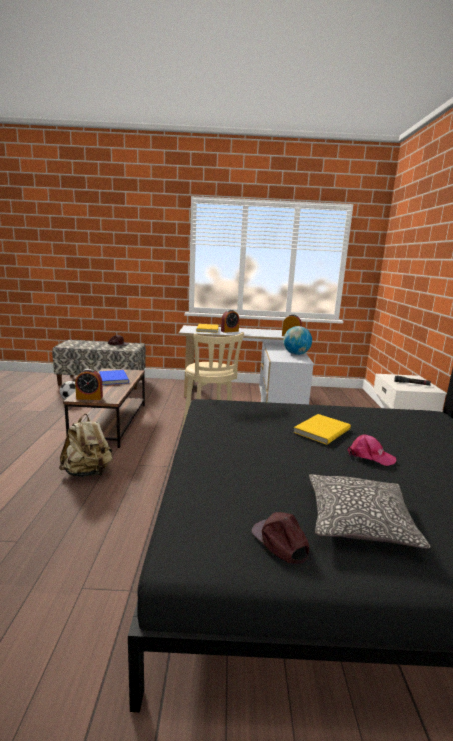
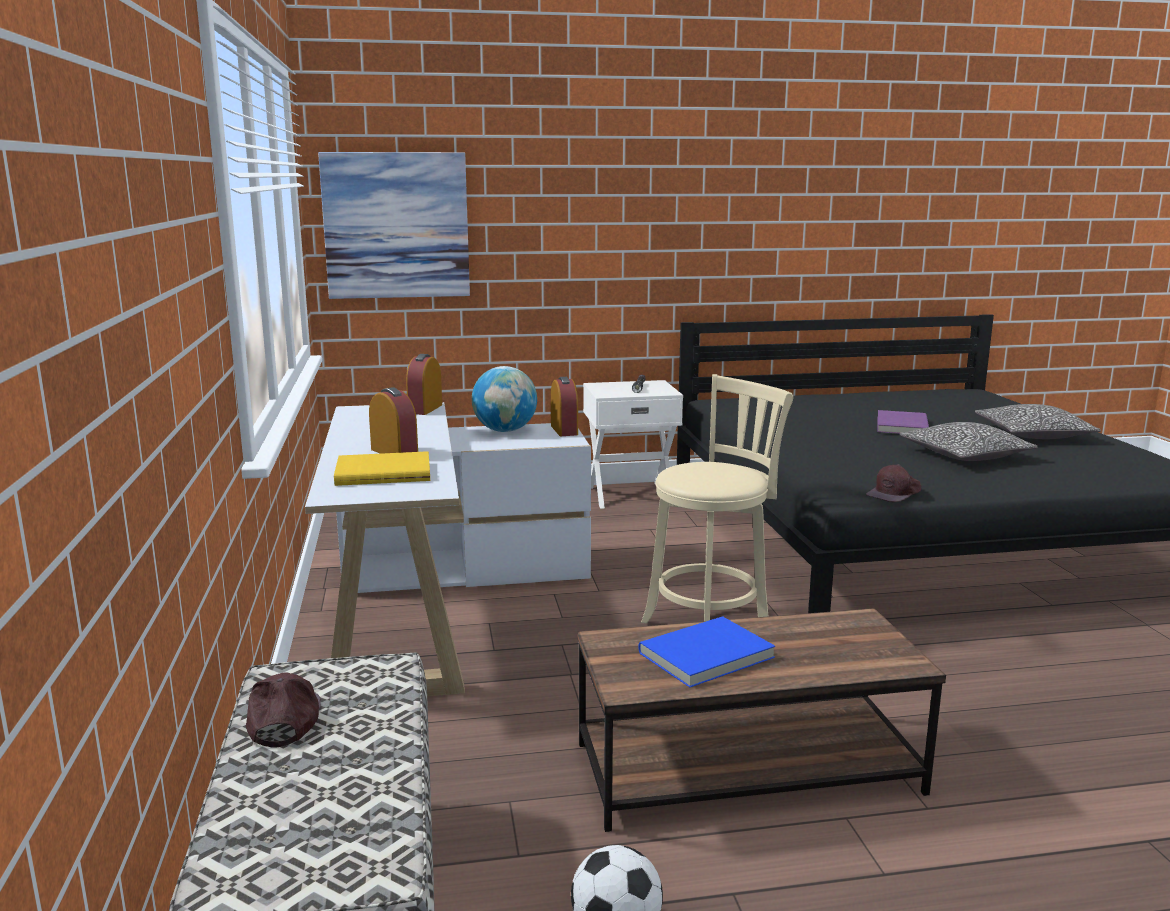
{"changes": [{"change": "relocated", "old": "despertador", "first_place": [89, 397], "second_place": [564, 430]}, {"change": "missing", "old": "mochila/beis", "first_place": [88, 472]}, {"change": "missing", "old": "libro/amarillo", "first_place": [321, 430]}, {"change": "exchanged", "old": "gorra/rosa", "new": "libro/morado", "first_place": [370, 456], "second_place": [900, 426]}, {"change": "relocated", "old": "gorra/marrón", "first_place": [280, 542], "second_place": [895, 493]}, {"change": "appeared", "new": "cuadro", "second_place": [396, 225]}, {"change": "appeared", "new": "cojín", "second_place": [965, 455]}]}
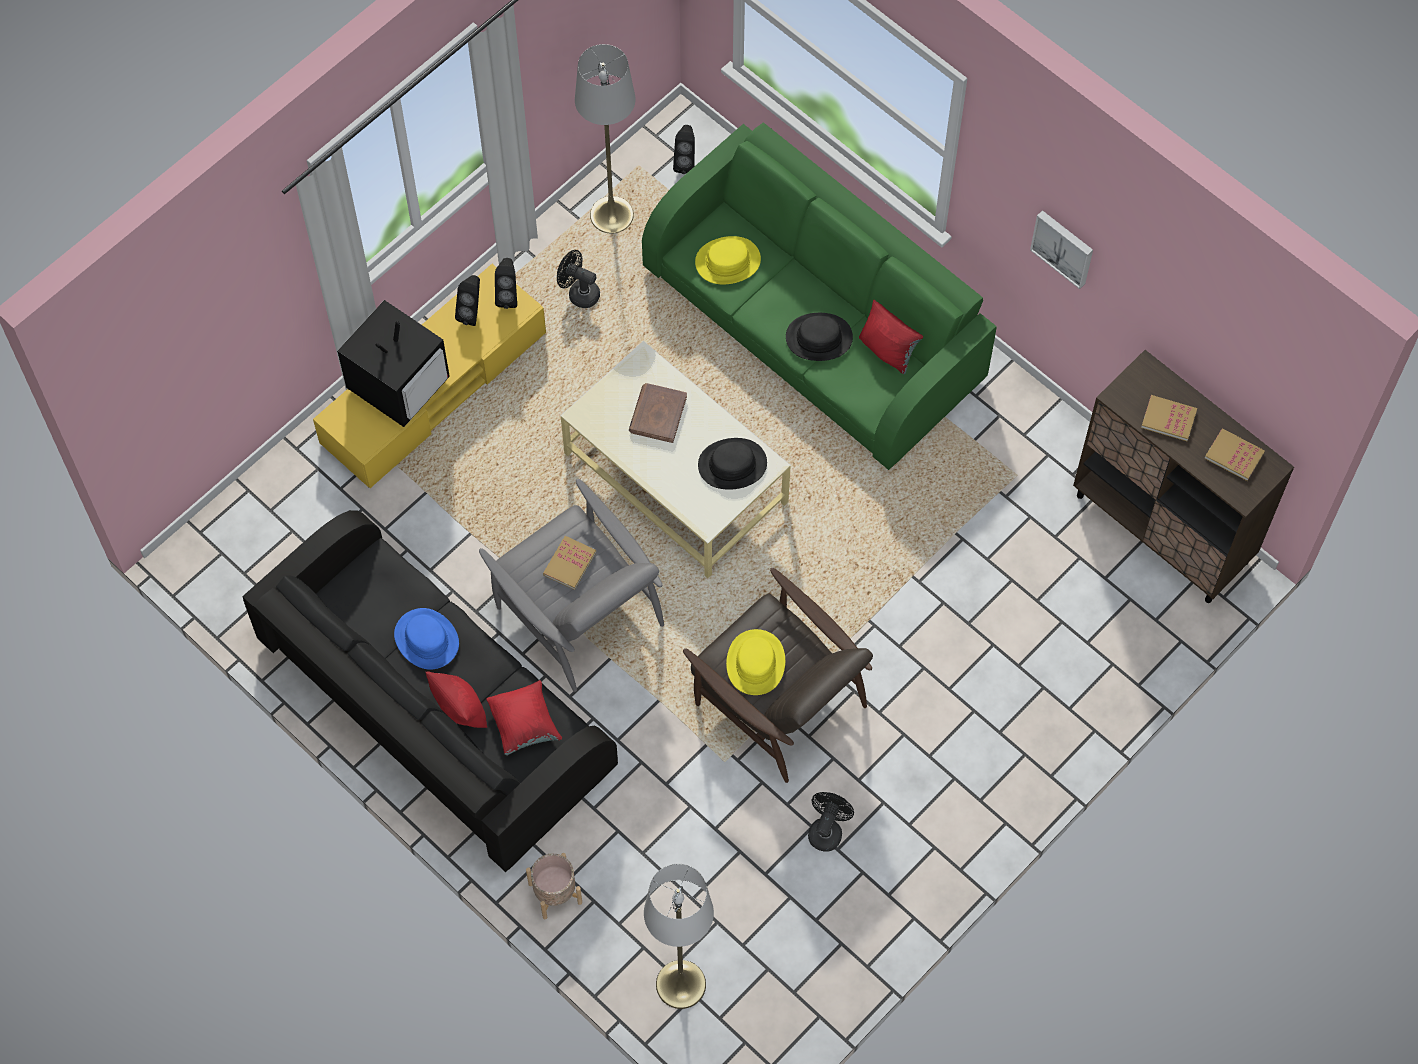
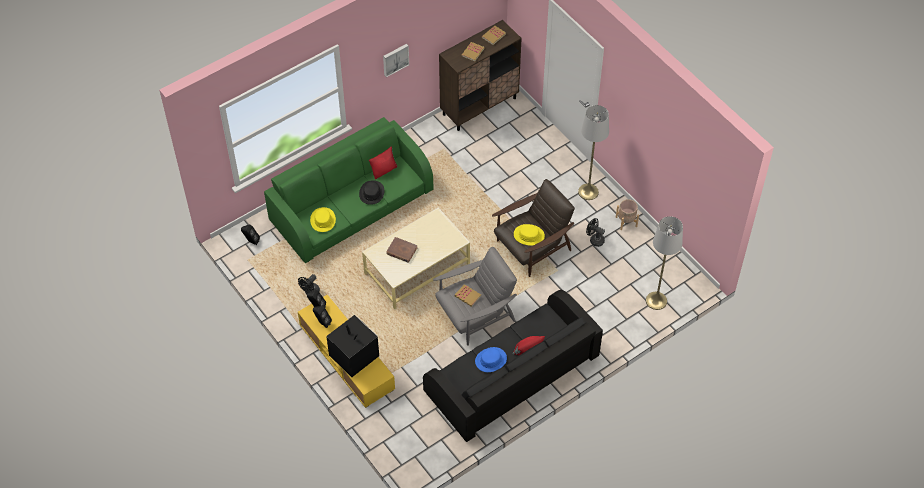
{"changes": [{"change": "relocated", "old": "lámpara de pie/gris", "first_place": [611, 215], "second_place": [588, 192]}, {"change": "missing", "old": "sombrero/negro", "first_place": [732, 465]}, {"change": "missing", "old": "cojín/rojo", "first_place": [524, 725]}, {"change": "relocated", "old": "maceta/beis", "first_place": [555, 893], "second_place": [626, 221]}]}
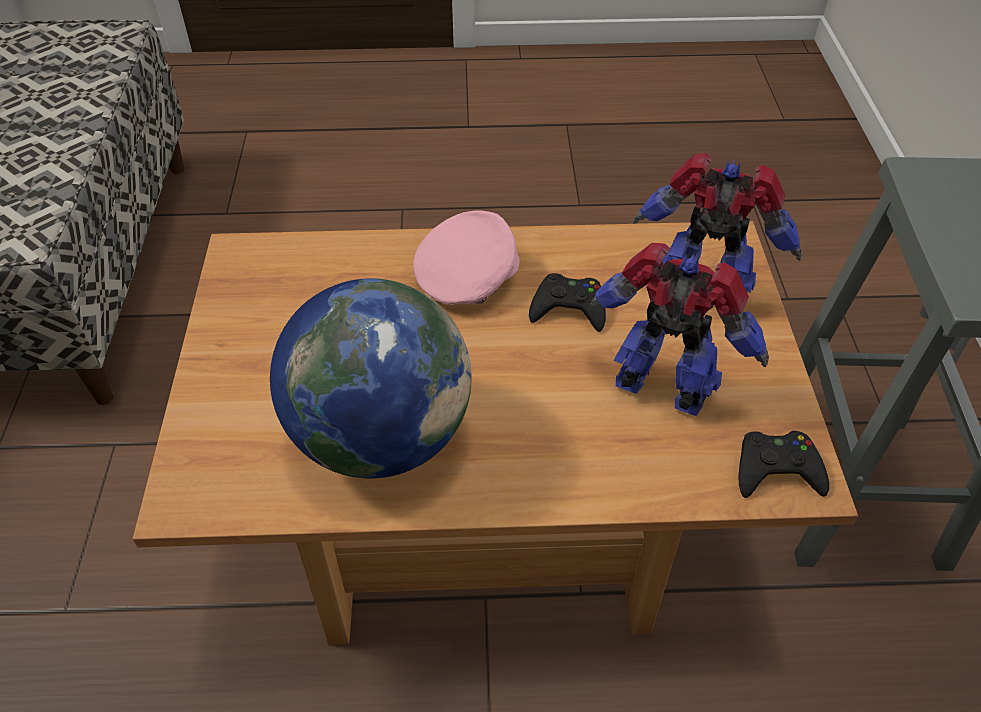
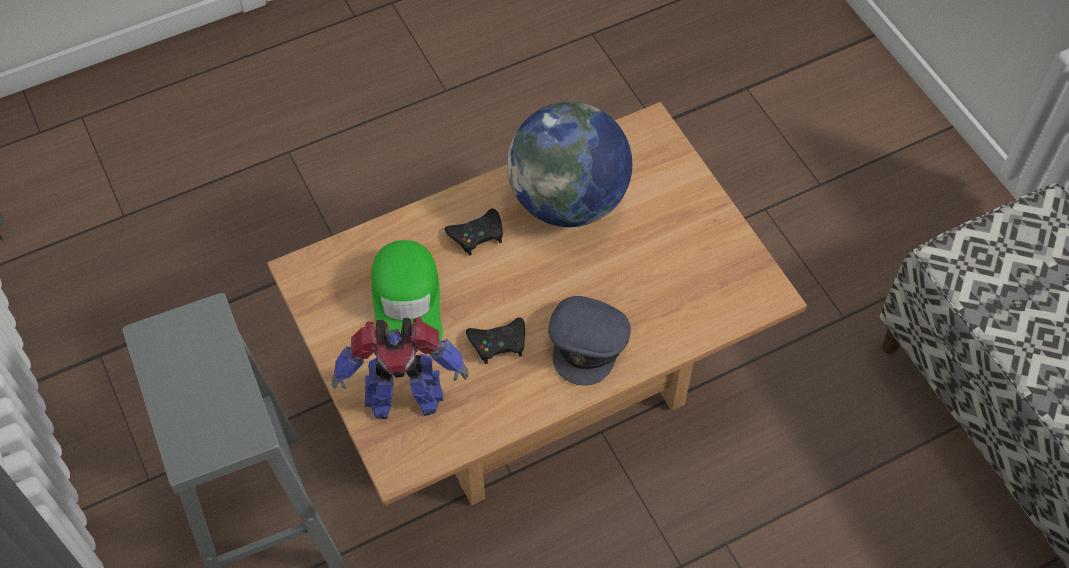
{"changes": [{"change": "colour", "old": "gorra/rosa", "new": "gorra/gris", "first_place": [467, 275], "second_place": [588, 343]}, {"change": "exchanged", "old": "robot de juguete", "new": "gorra/verde", "first_place": [663, 389], "second_place": [407, 301]}, {"change": "relocated", "old": "mando de consola/negro", "first_place": [776, 470], "second_place": [477, 234]}]}
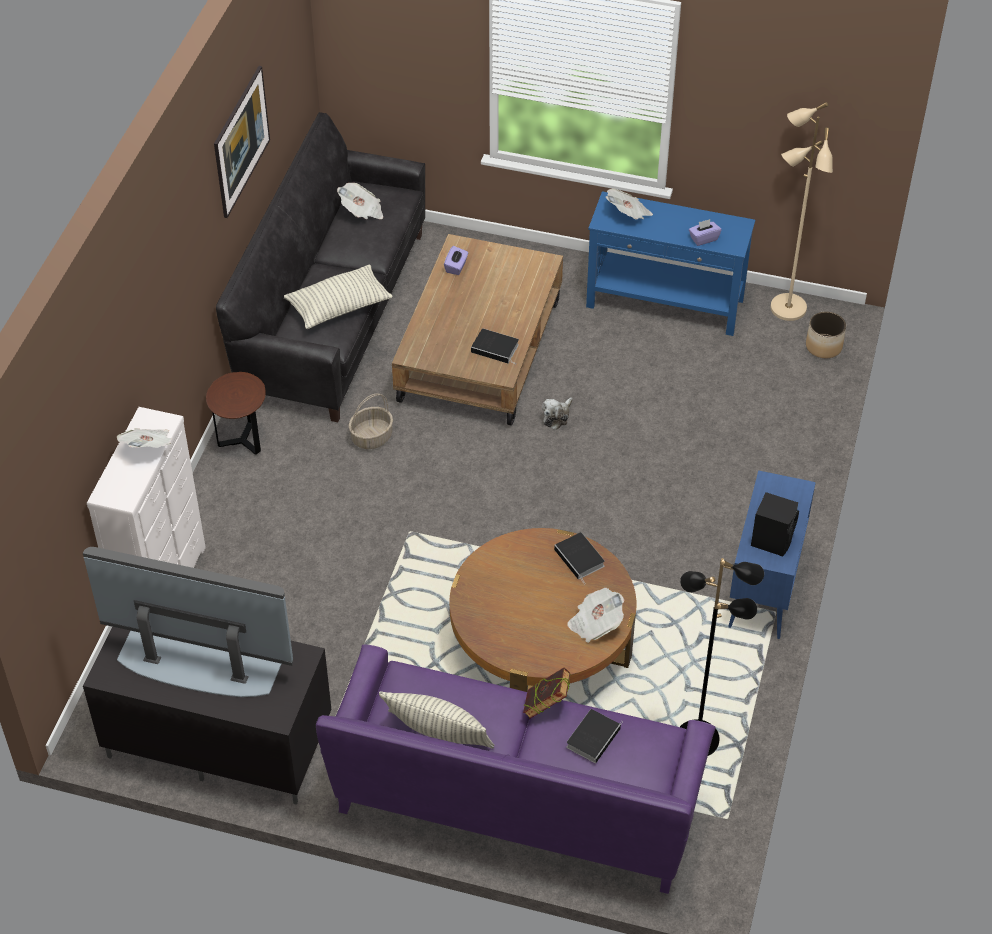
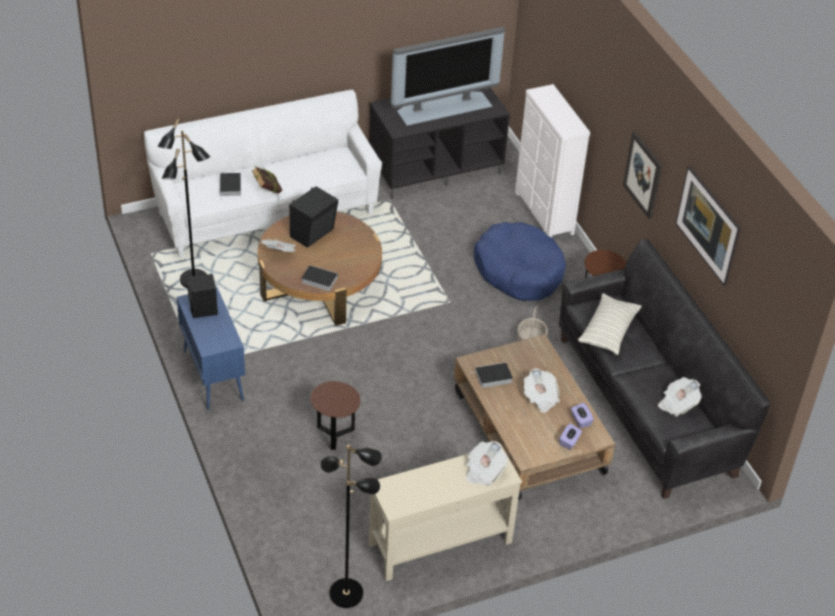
{"changes": [{"change": "colour", "old": "lámpara de pie/beis", "new": "lámpara de pie/negro", "first_place": [787, 308], "second_place": [347, 593]}, {"change": "colour", "old": "mesa consola/azul", "new": "mesa consola/beis", "first_place": [665, 304], "second_place": [439, 543]}, {"change": "relocated", "old": "caja de pañuelos/morado", "first_place": [703, 239], "second_place": [569, 442]}, {"change": "missing", "old": "maceta", "first_place": [824, 346]}, {"change": "missing", "old": "peluche", "first_place": [557, 417]}, {"change": "relocated", "old": "periódico", "first_place": [148, 447], "second_place": [540, 398]}, {"change": "colour", "old": "sofá/morado", "new": "sofá/blanco", "first_place": [517, 800], "second_place": [266, 212]}, {"change": "missing", "old": "cojín", "first_place": [437, 735]}, {"change": "appeared", "new": "cuadro", "second_place": [643, 175]}, {"change": "appeared", "new": "altavoz/negro", "second_place": [314, 233]}, {"change": "appeared", "new": "cama para perro/azul", "second_place": [518, 271]}, {"change": "appeared", "new": "mesa auxiliar/marrón", "second_place": [334, 435]}]}
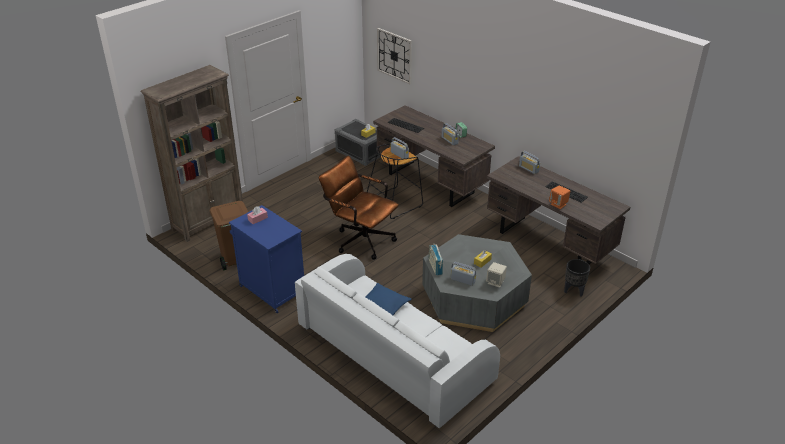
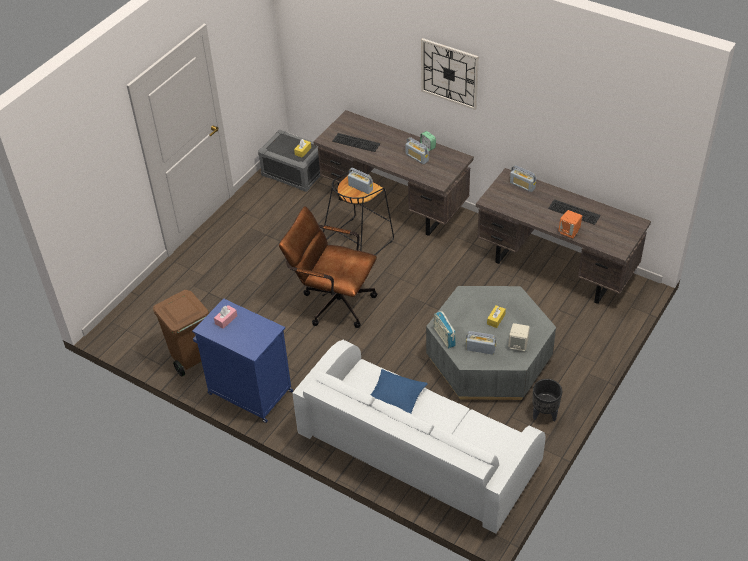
{"changes": [{"change": "relocated", "old": "reloj de pared", "first_place": [394, 55], "second_place": [449, 73]}, {"change": "missing", "old": "estantería/marrón", "first_place": [209, 220]}, {"change": "relocated", "old": "maceta/negro", "first_place": [574, 291], "second_place": [544, 415]}]}
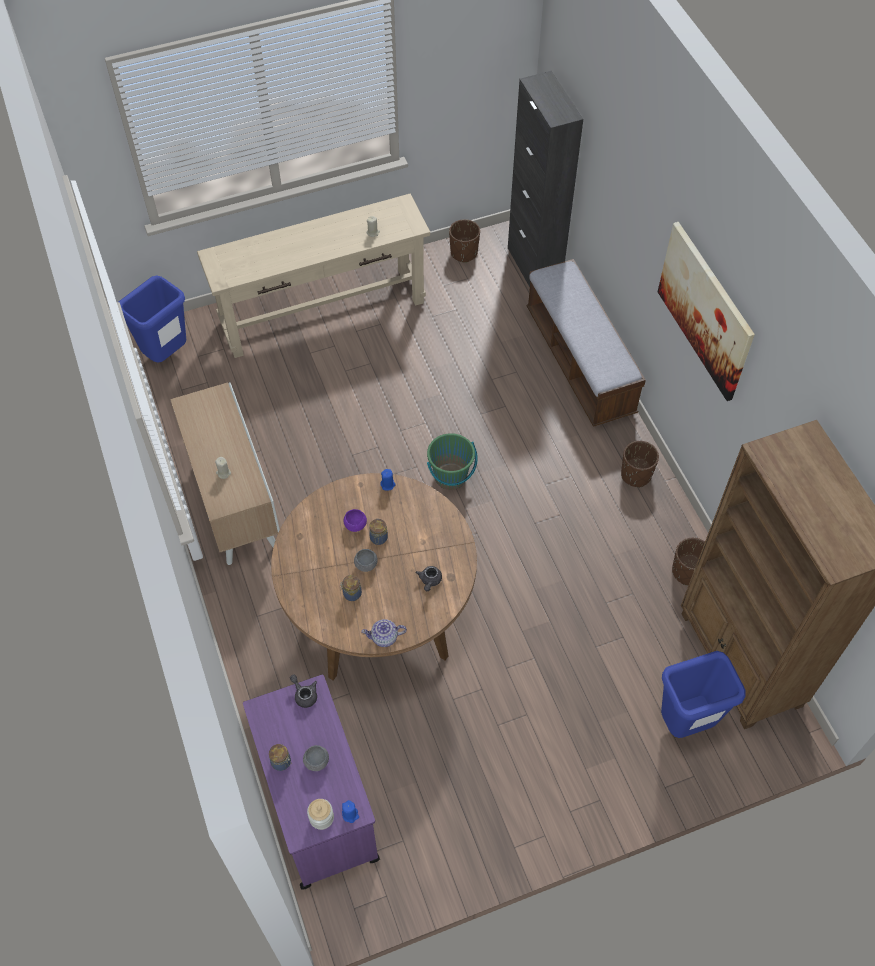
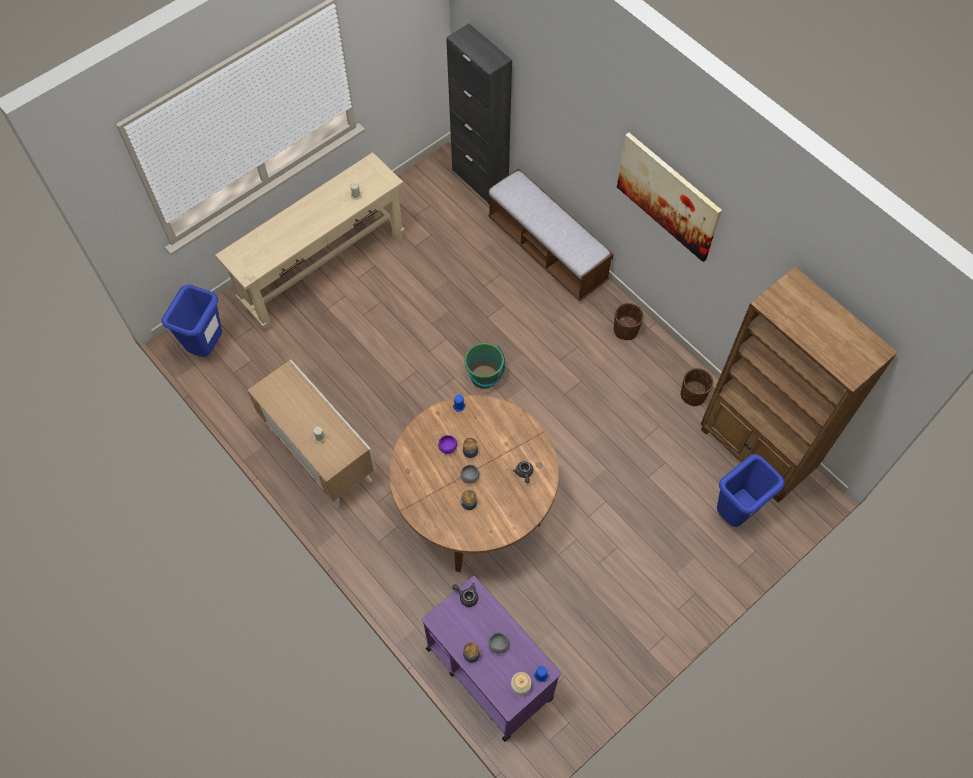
{"changes": [{"change": "missing", "old": "maceta/marrón", "first_place": [464, 253]}, {"change": "missing", "old": "tetera", "first_place": [385, 637]}]}
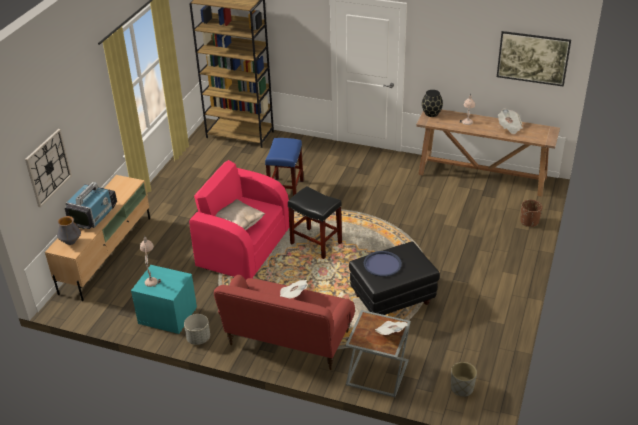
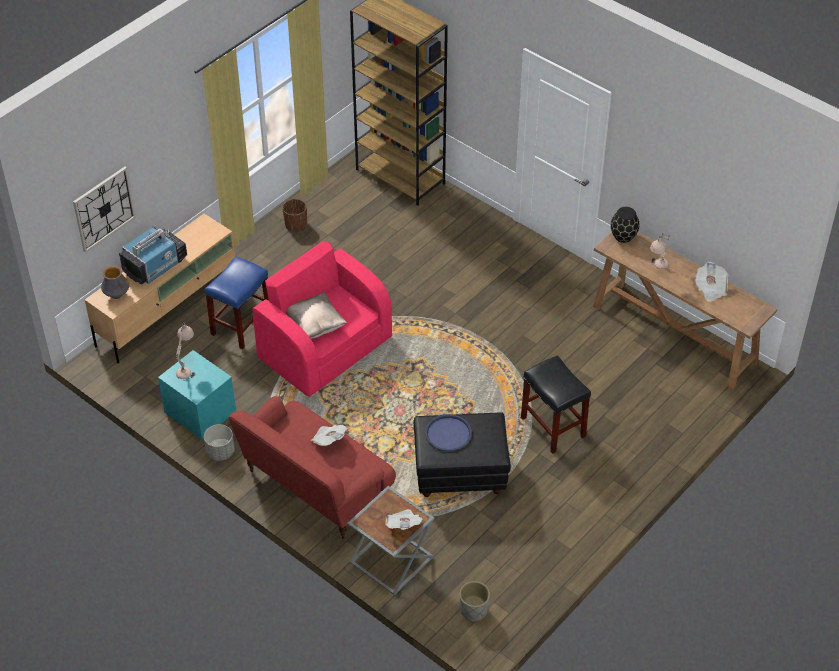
{"changes": [{"change": "missing", "old": "cuadro", "first_place": [531, 69]}, {"change": "relocated", "old": "taburete/azul", "first_place": [285, 190], "second_place": [241, 325]}, {"change": "relocated", "old": "taburete/negro", "first_place": [316, 243], "second_place": [553, 427]}, {"change": "relocated", "old": "maceta/marrón", "first_place": [529, 222], "second_place": [296, 225]}]}
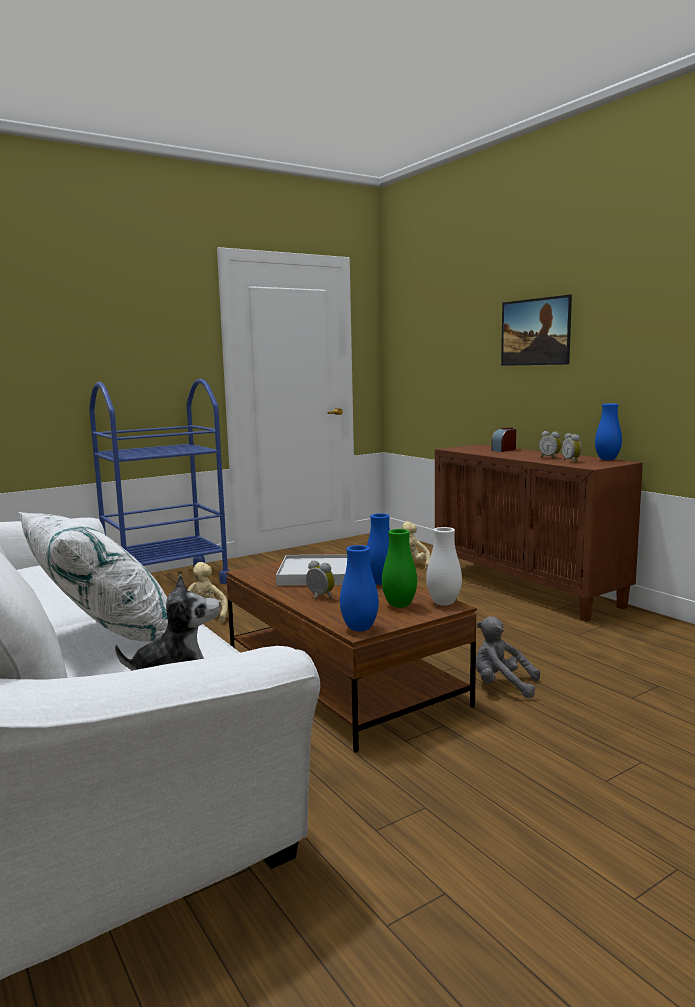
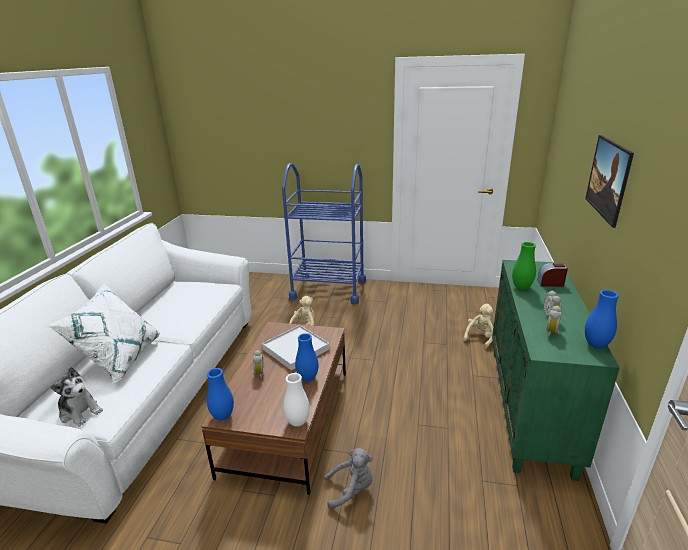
{"changes": [{"change": "colour", "old": "armario/marrón", "new": "armario/verde", "first_place": [527, 588], "second_place": [530, 407]}, {"change": "relocated", "old": "florero/verde", "first_place": [399, 605], "second_place": [521, 287]}, {"change": "spun", "old": "peluche/gris", "first_place": [502, 686], "second_place": [351, 490], "degrees": 105}]}
